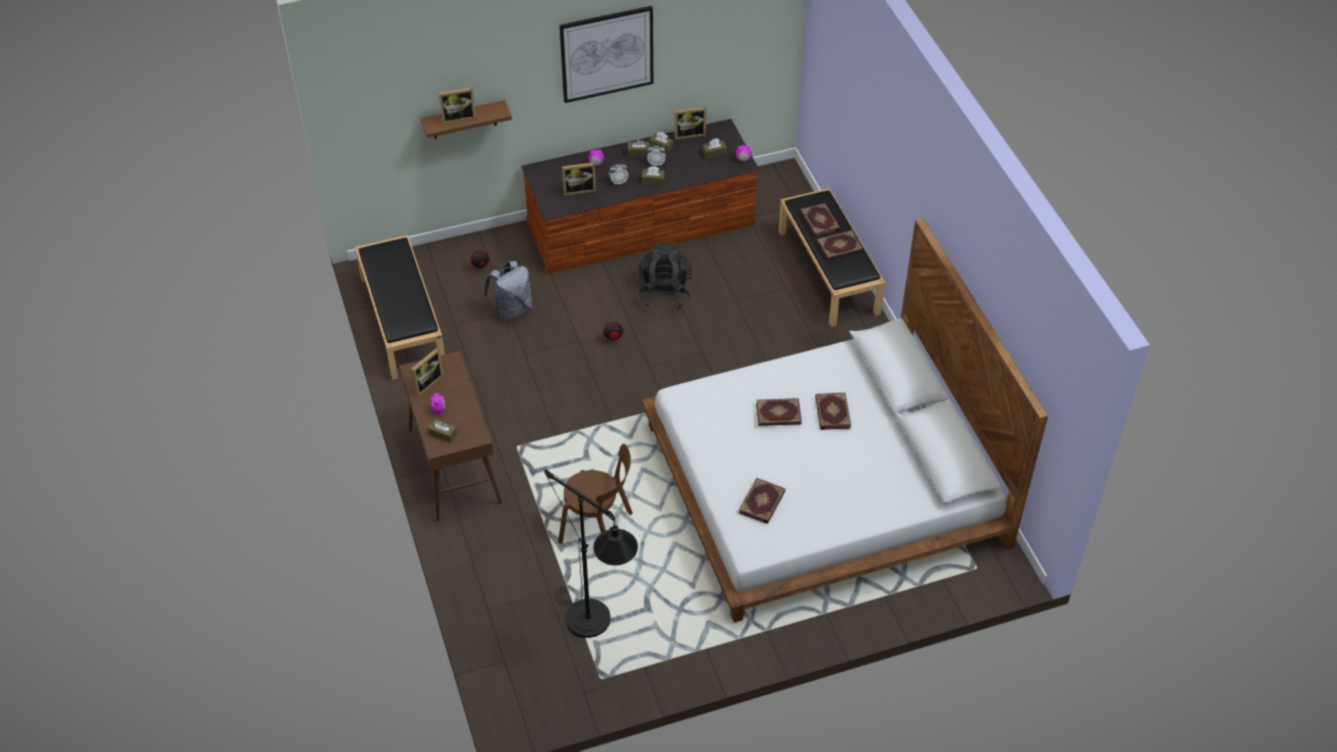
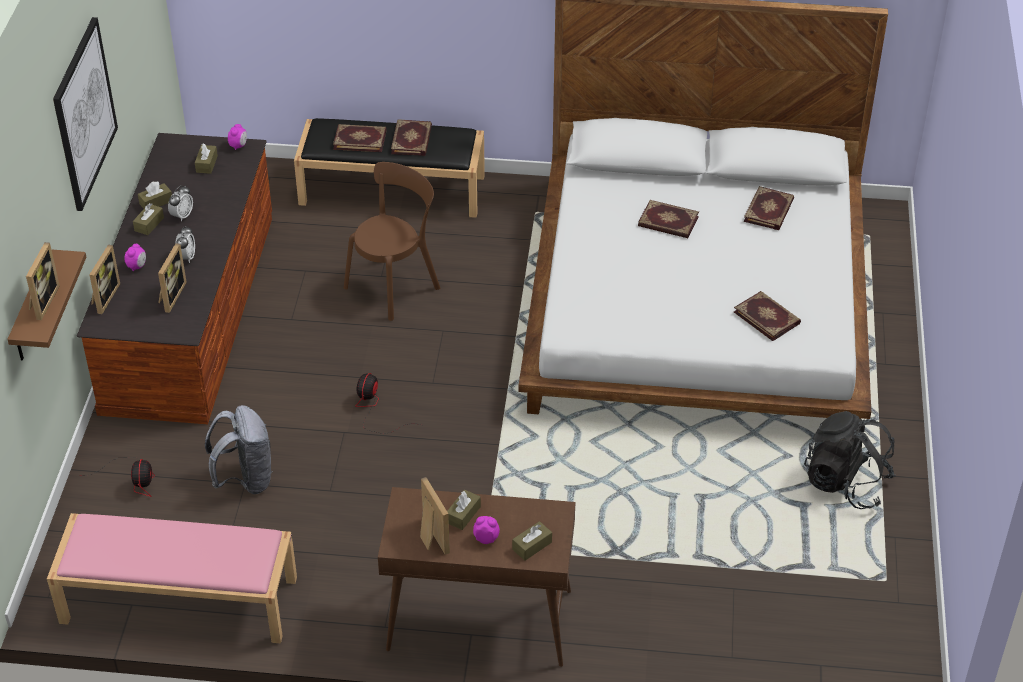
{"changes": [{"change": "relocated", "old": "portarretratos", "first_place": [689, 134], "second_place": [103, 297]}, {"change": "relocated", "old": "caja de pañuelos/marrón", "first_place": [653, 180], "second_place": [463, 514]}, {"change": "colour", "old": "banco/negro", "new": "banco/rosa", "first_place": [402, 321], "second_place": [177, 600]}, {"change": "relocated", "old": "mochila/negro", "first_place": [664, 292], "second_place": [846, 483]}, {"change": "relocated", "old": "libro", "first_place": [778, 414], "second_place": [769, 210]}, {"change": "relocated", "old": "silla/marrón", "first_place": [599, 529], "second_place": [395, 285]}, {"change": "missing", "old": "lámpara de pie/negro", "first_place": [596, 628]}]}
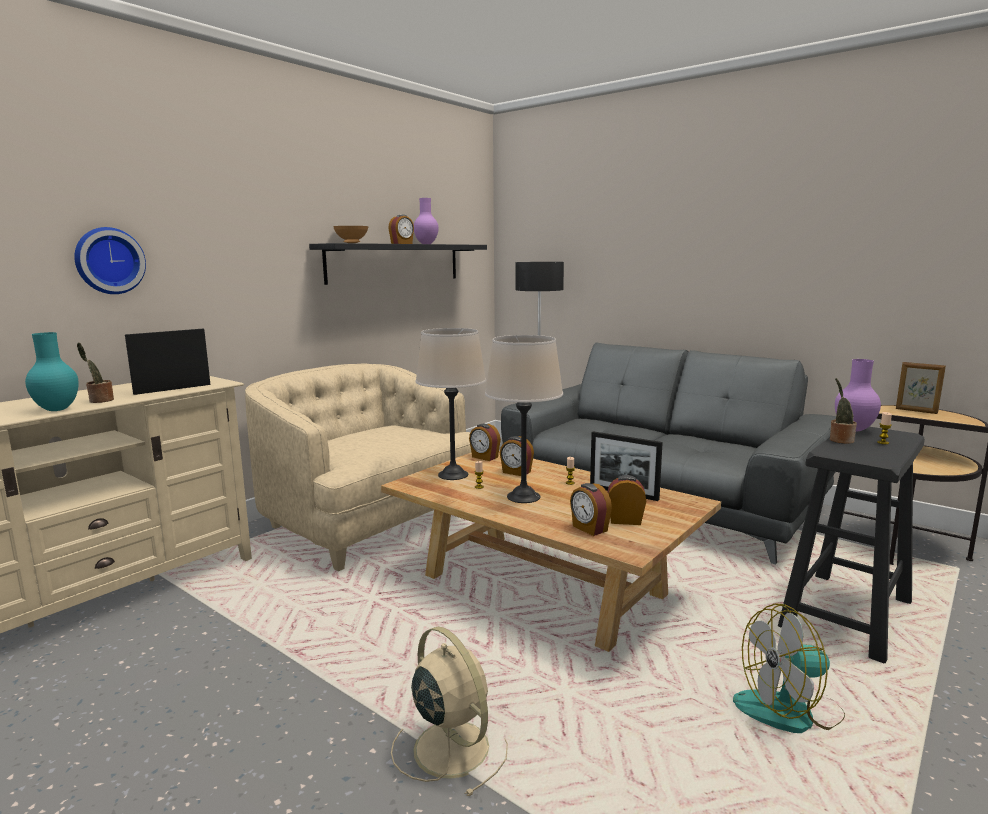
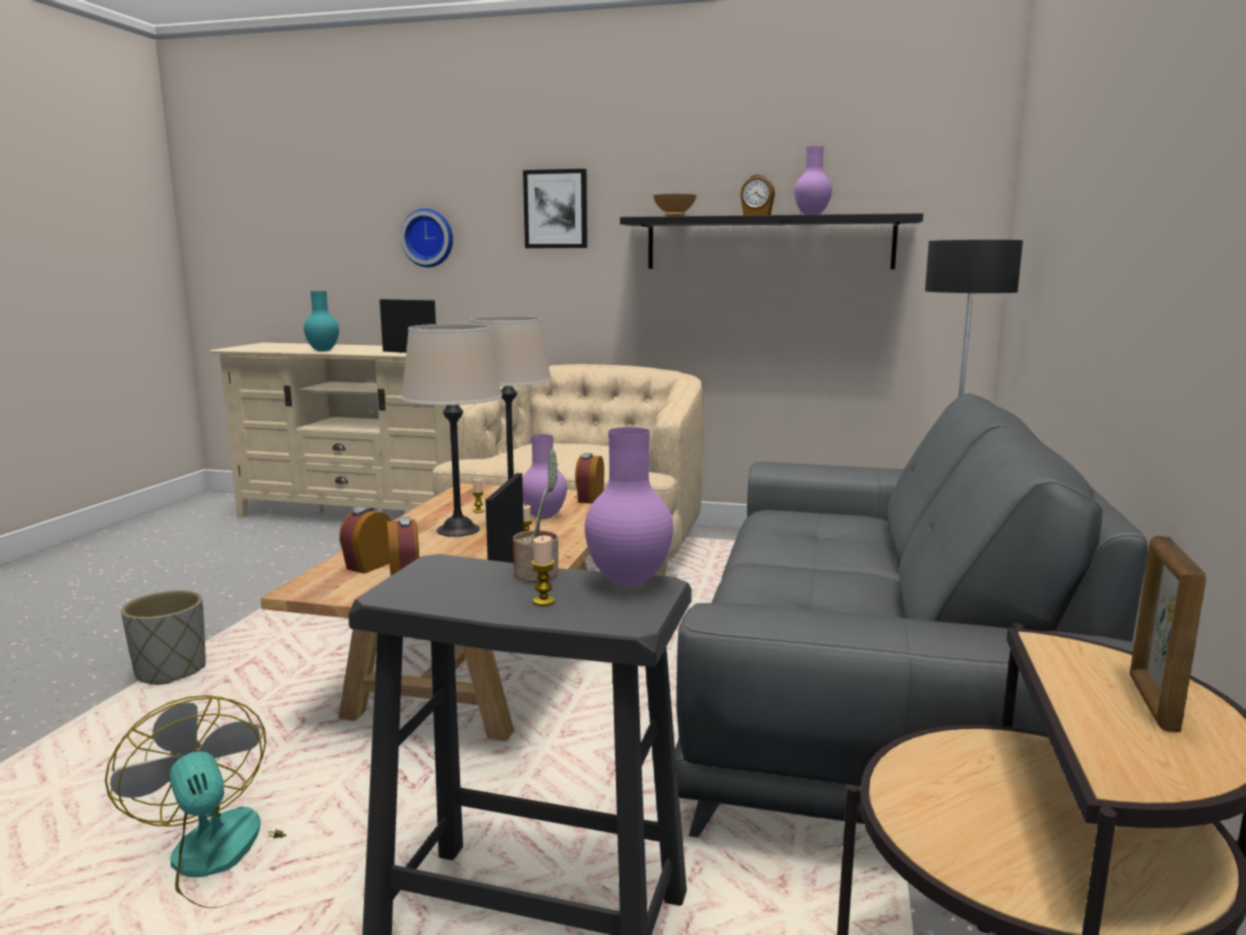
{"changes": [{"change": "missing", "old": "planta en maceta", "first_place": [99, 400]}, {"change": "exchanged", "old": "despertador", "new": "florero/morado", "first_place": [516, 472], "second_place": [544, 517]}, {"change": "exchanged", "old": "ventilador/beis", "new": "maceta/gris", "first_place": [449, 746], "second_place": [171, 671]}, {"change": "appeared", "new": "cuadro", "second_place": [556, 209]}]}
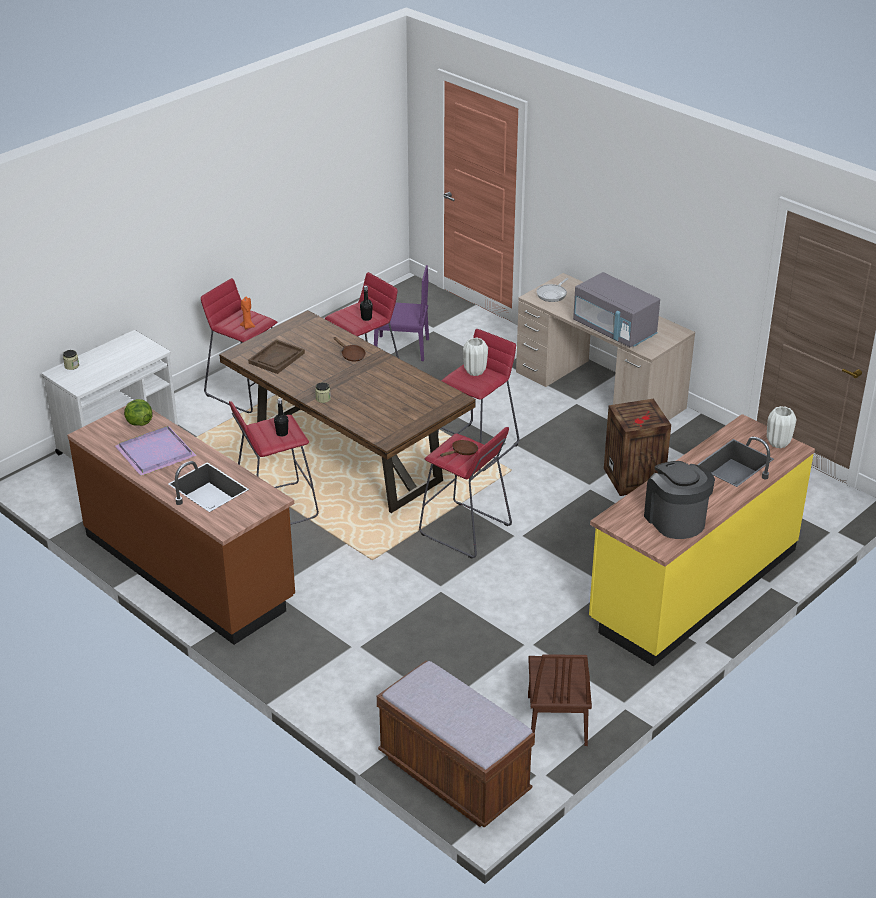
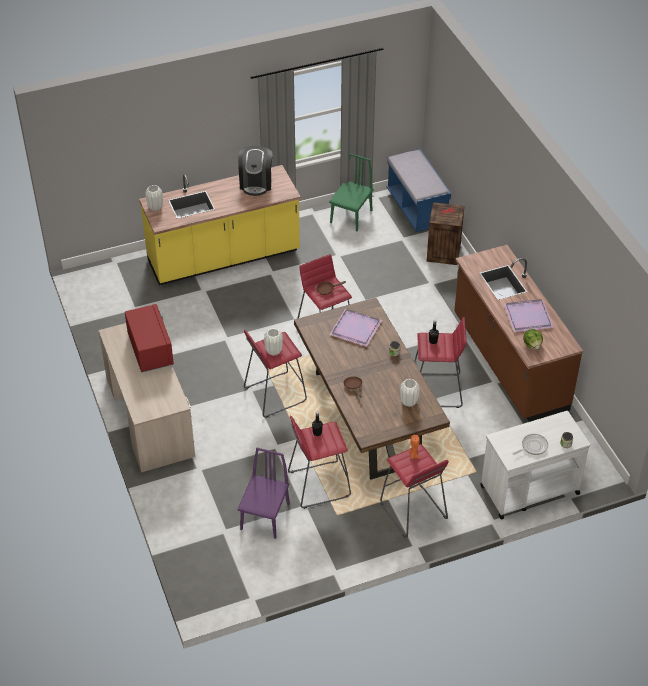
{"changes": [{"change": "spun", "old": "silla/morado", "first_place": [401, 348], "second_place": [265, 517], "degrees": 75}, {"change": "colour", "old": "microondas/gris", "new": "microondas/rojo", "first_place": [614, 330], "second_place": [150, 350]}, {"change": "relocated", "old": "sartén", "first_place": [552, 294], "second_place": [532, 446]}, {"change": "exchanged", "old": "bandeja/marrón", "new": "florero/blanco", "first_place": [276, 358], "second_place": [409, 402]}, {"change": "relocated", "old": "caja de embalaje", "first_place": [635, 479], "second_place": [443, 252]}, {"change": "colour", "old": "silla/marrón", "new": "silla/verde", "first_place": [557, 720], "second_place": [351, 216]}, {"change": "colour", "old": "banco/marrón", "new": "banco/azul", "first_place": [453, 775], "second_place": [416, 208]}, {"change": "appeared", "new": "bandeja/morado", "second_place": [354, 329]}]}
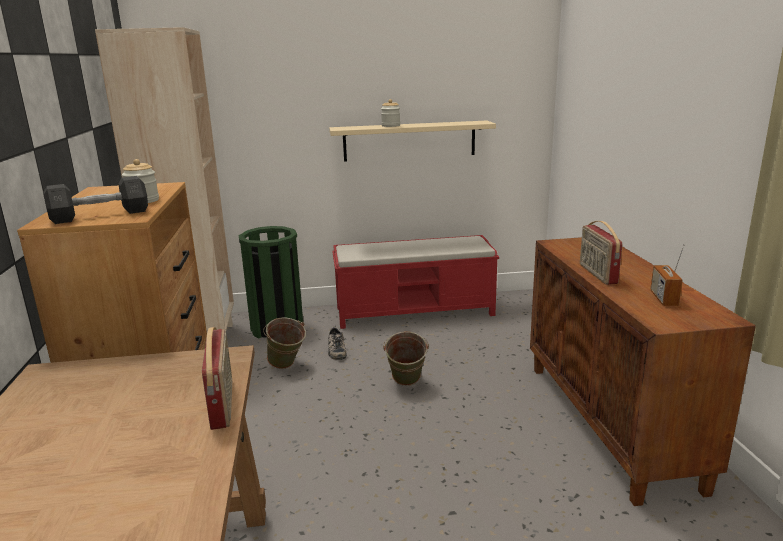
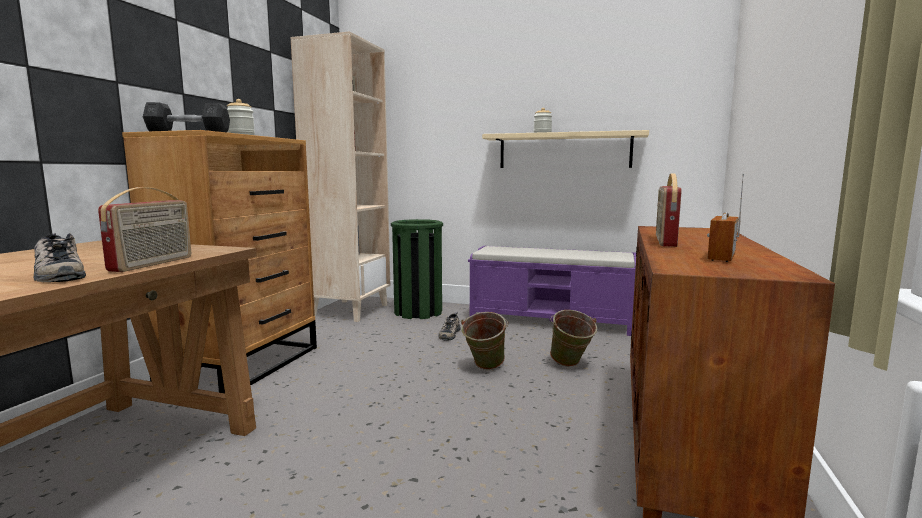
{"changes": [{"change": "colour", "old": "banco/rojo", "new": "banco/morado", "first_place": [415, 311], "second_place": [552, 320]}, {"change": "relocated", "old": "cubo/verde", "first_place": [287, 367], "second_place": [570, 365]}, {"change": "appeared", "new": "zapato", "second_place": [57, 274]}]}
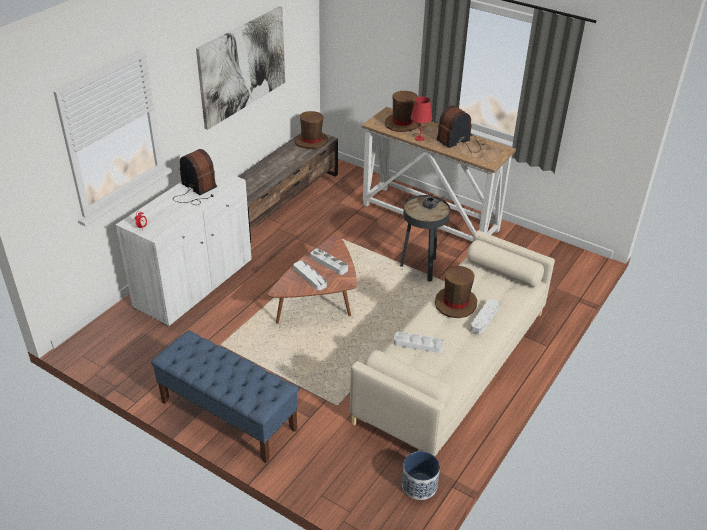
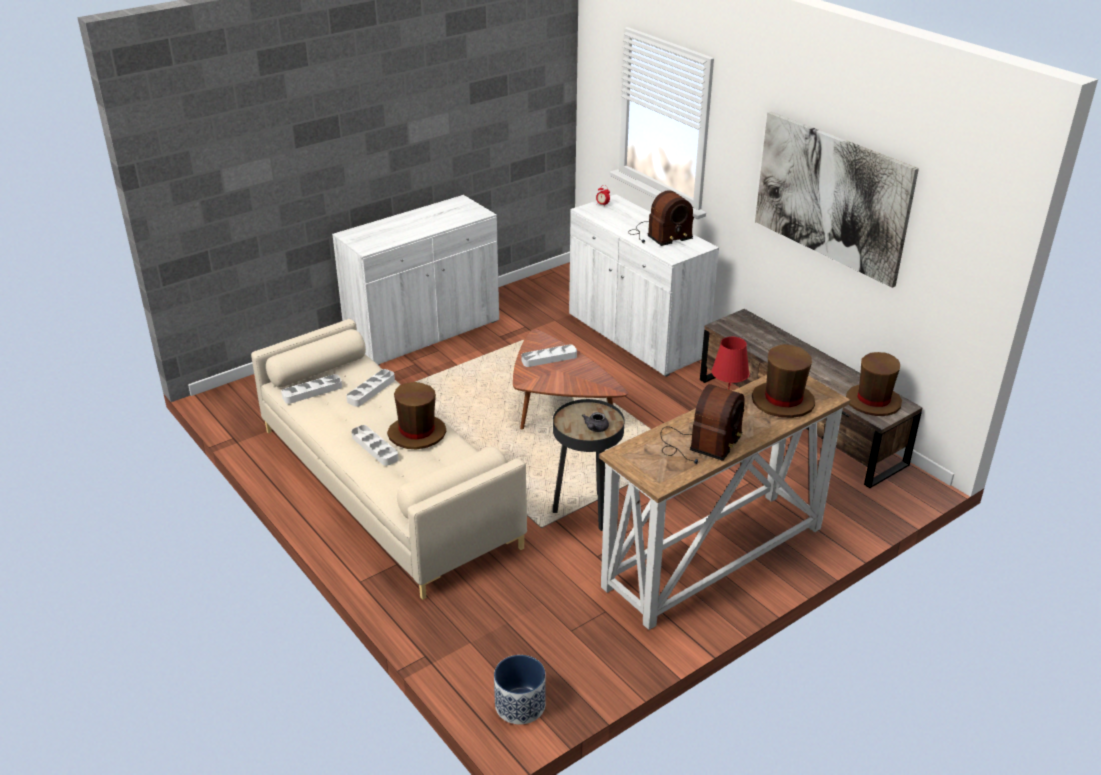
{"changes": [{"change": "spun", "old": "radio", "first_place": [461, 142], "second_place": [700, 444], "degrees": 45}, {"change": "relocated", "old": "bandeja/blanco", "first_place": [329, 263], "second_place": [312, 392]}, {"change": "exchanged", "old": "banco/azul", "new": "armario/blanco", "first_place": [228, 415], "second_place": [423, 332]}, {"change": "relocated", "old": "maceta", "first_place": [419, 485], "second_place": [520, 705]}]}
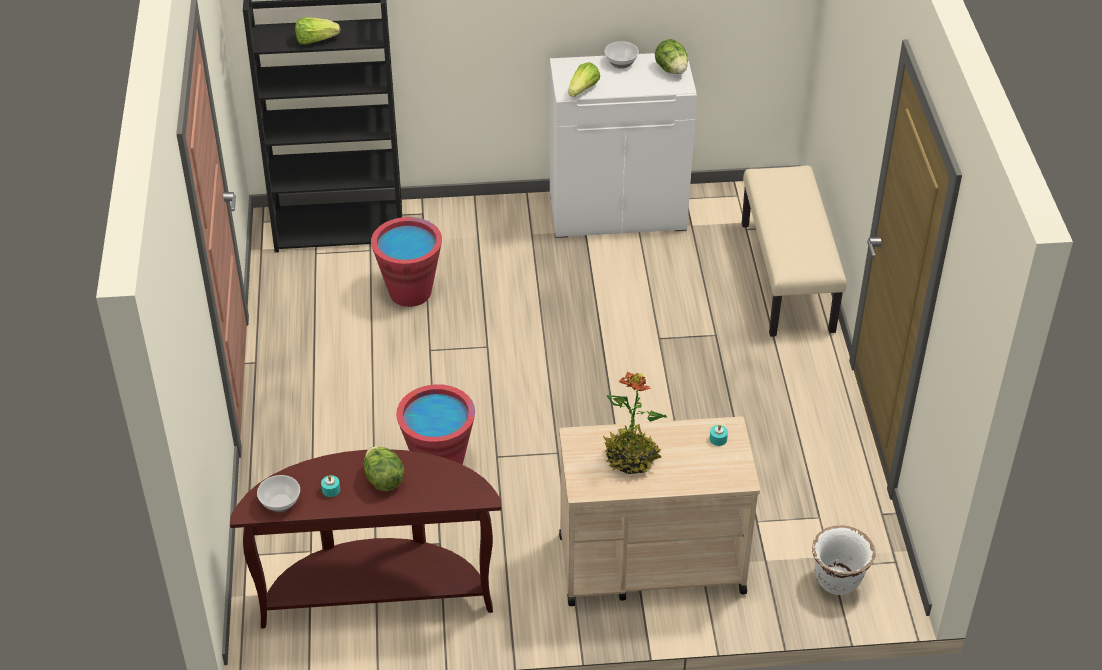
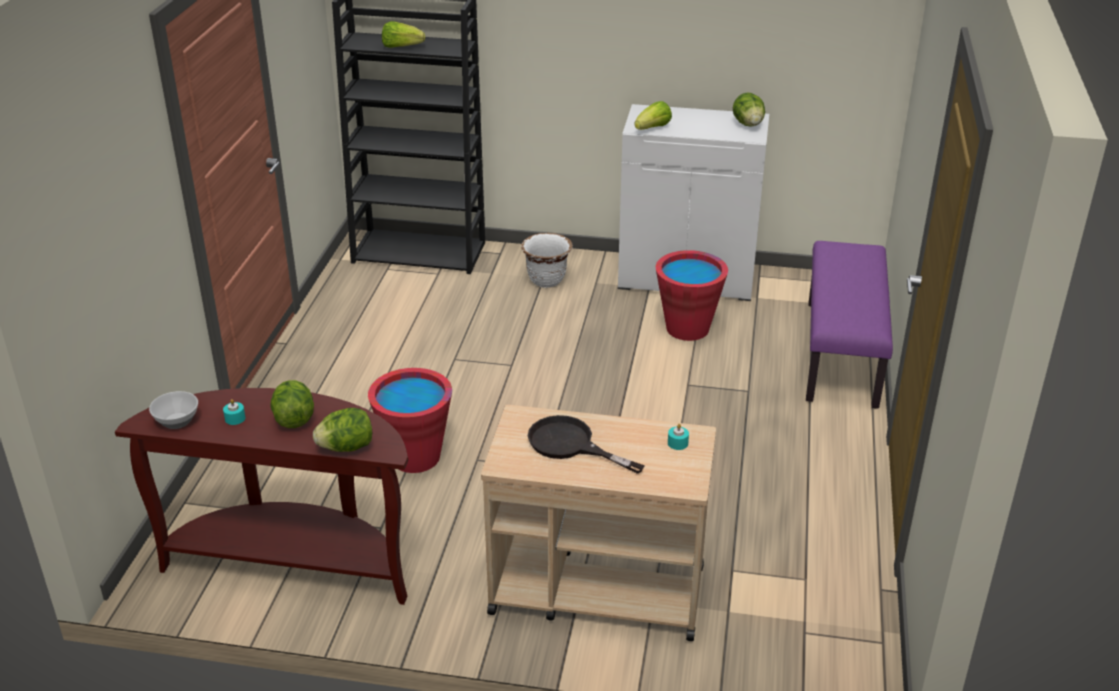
{"changes": [{"change": "missing", "old": "cuenco", "first_place": [621, 63]}, {"change": "colour", "old": "banco/beis", "new": "banco/morado", "first_place": [788, 277], "second_place": [842, 354]}, {"change": "relocated", "old": "cubo/rojo", "first_place": [410, 292], "second_place": [687, 328]}, {"change": "exchanged", "old": "planta en maceta", "new": "sartén/negro", "first_place": [631, 458], "second_place": [570, 445]}, {"change": "relocated", "old": "maceta/blanco", "first_place": [837, 581], "second_place": [547, 280]}, {"change": "appeared", "new": "lechuga", "second_place": [346, 447]}]}
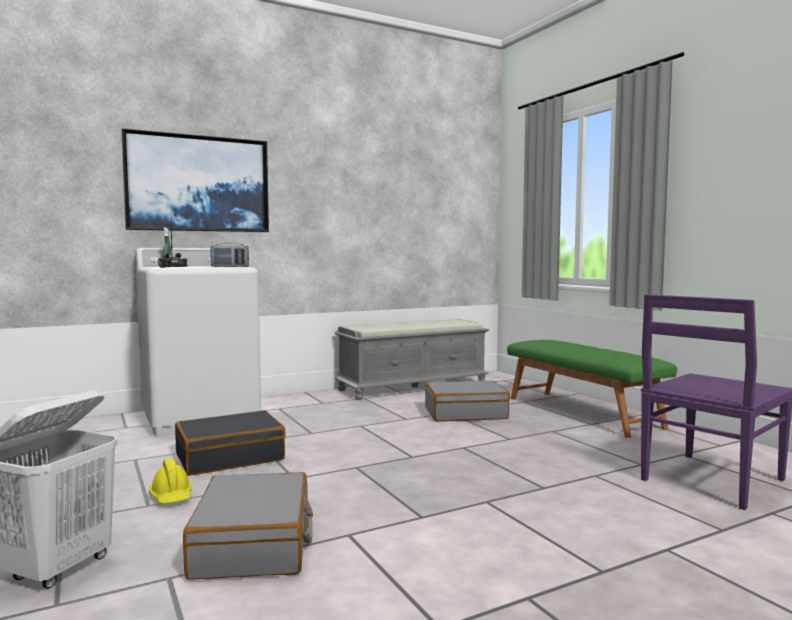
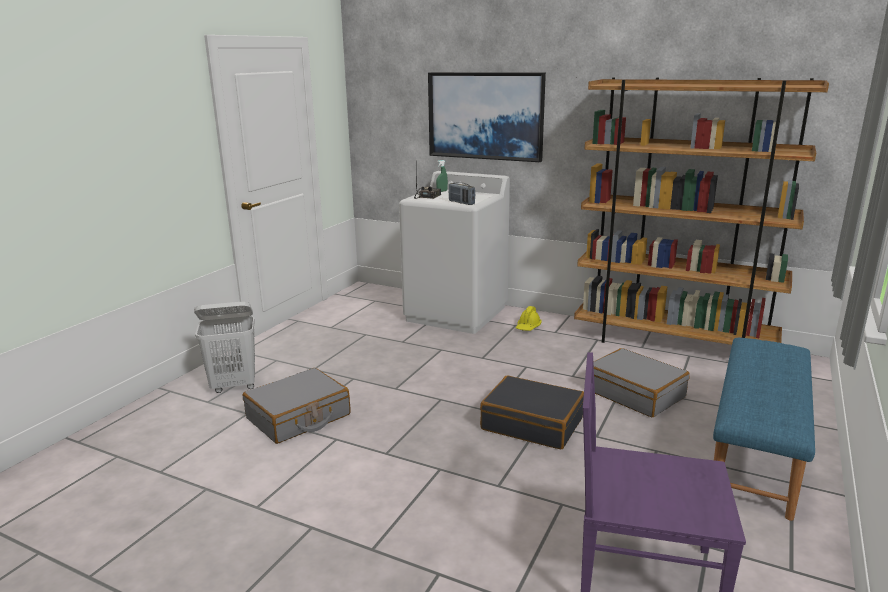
{"changes": [{"change": "exchanged", "old": "banco/gris", "new": "estantería/marrón", "first_place": [413, 386], "second_place": [672, 343]}, {"change": "colour", "old": "banco/verde", "new": "banco/azul", "first_place": [582, 412], "second_place": [757, 451]}, {"change": "relocated", "old": "maleta/negro", "first_place": [229, 457], "second_place": [532, 424]}, {"change": "relocated", "old": "casco/amarillo", "first_place": [171, 497], "second_place": [528, 327]}]}
